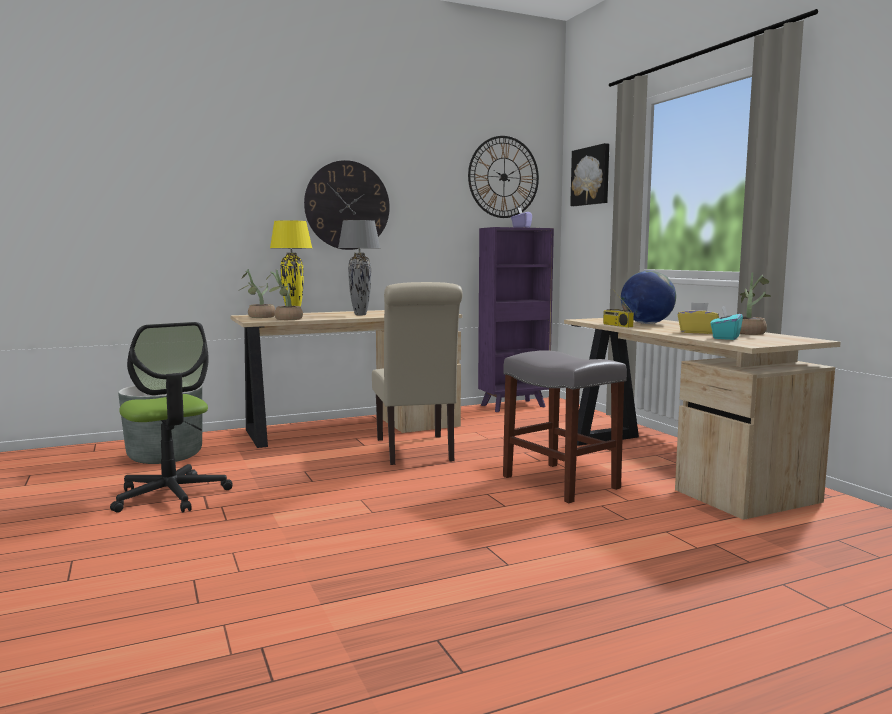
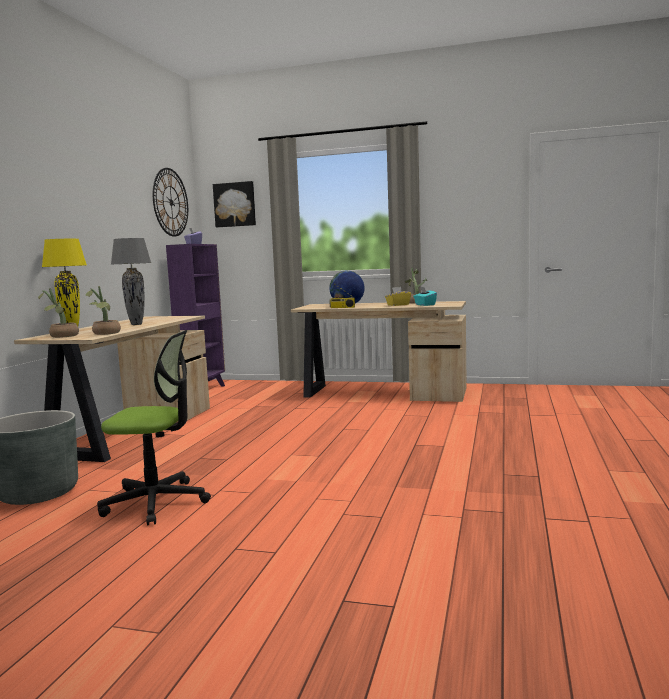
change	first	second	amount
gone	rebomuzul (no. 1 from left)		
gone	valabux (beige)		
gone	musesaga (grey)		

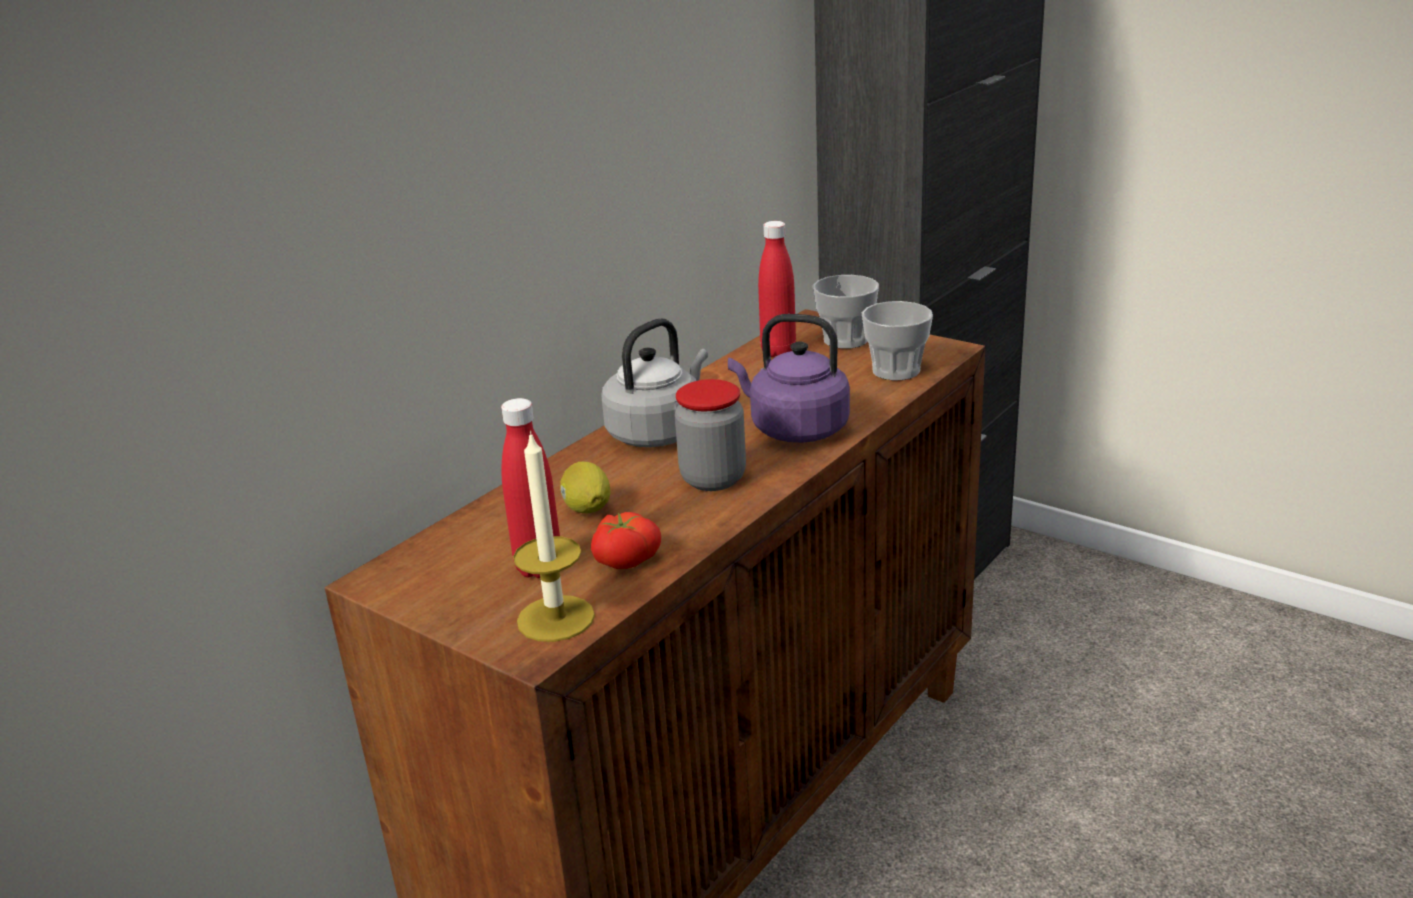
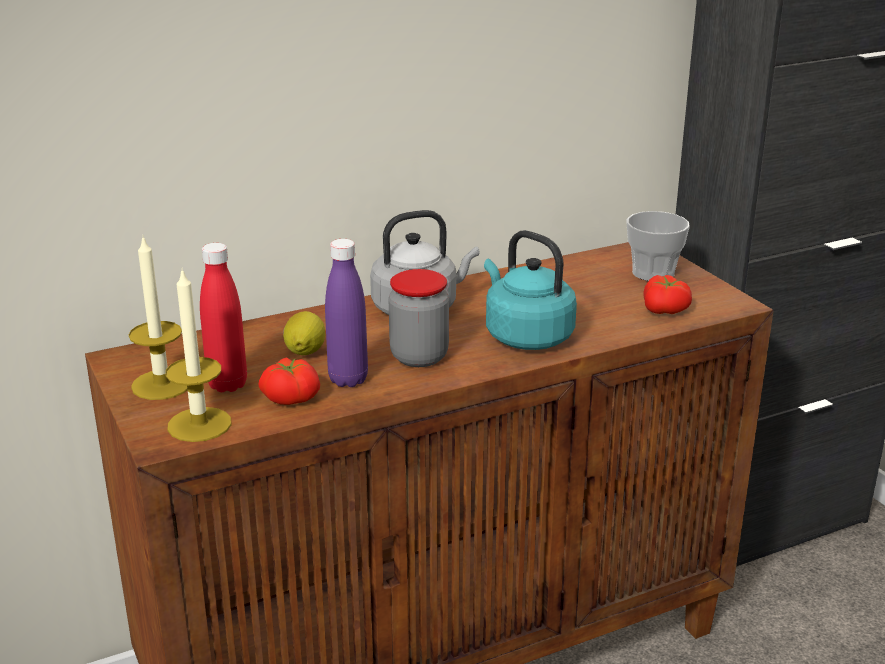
change	first	second	amount
repainted	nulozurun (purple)	nulozurun (turquoise)	
gone	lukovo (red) (no. 2 from left)		
swapped	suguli (no. 2 from left)	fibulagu (no. 2 from left)	
new		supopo (no. 1 from left)	
new		lukovo (purple)	

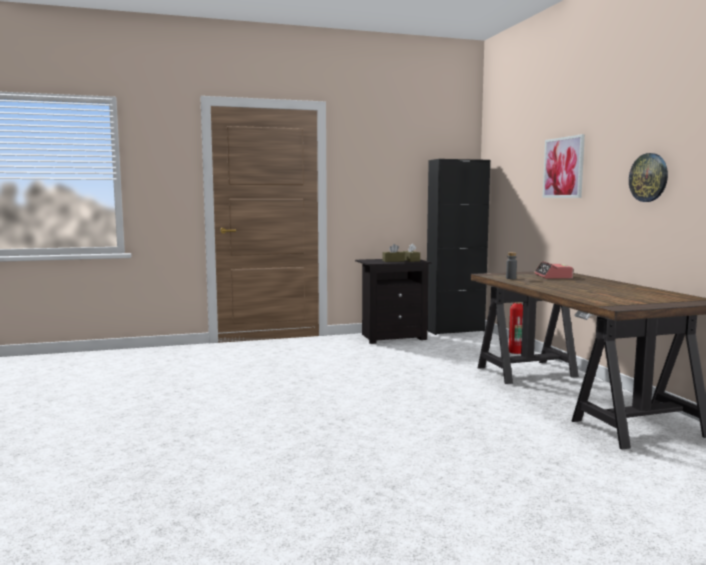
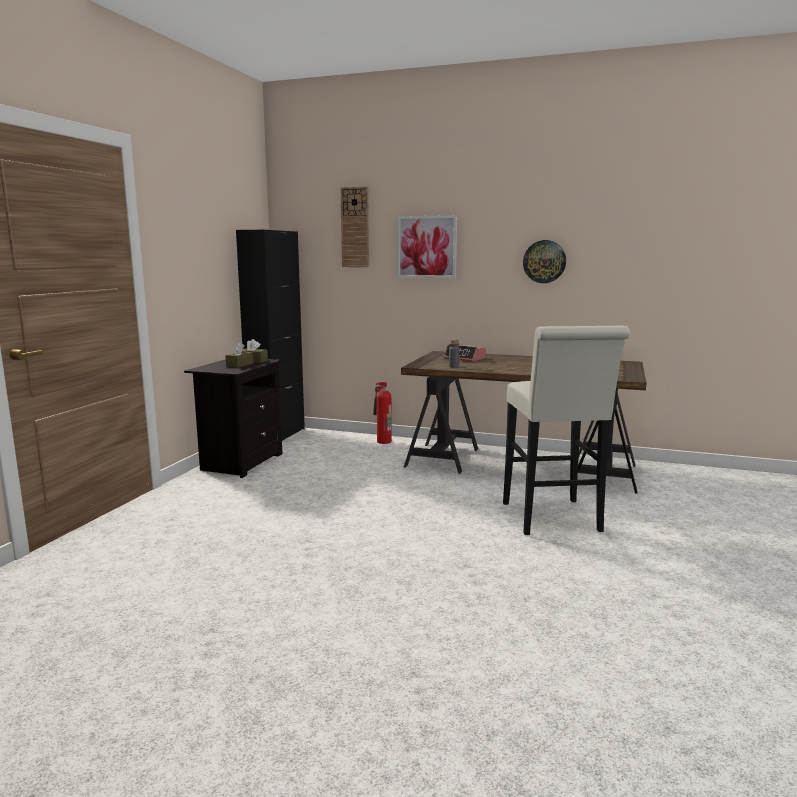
change	first	second	amount
new		rebomuzul (no. 1 from left)	
new		musesaga (white)	

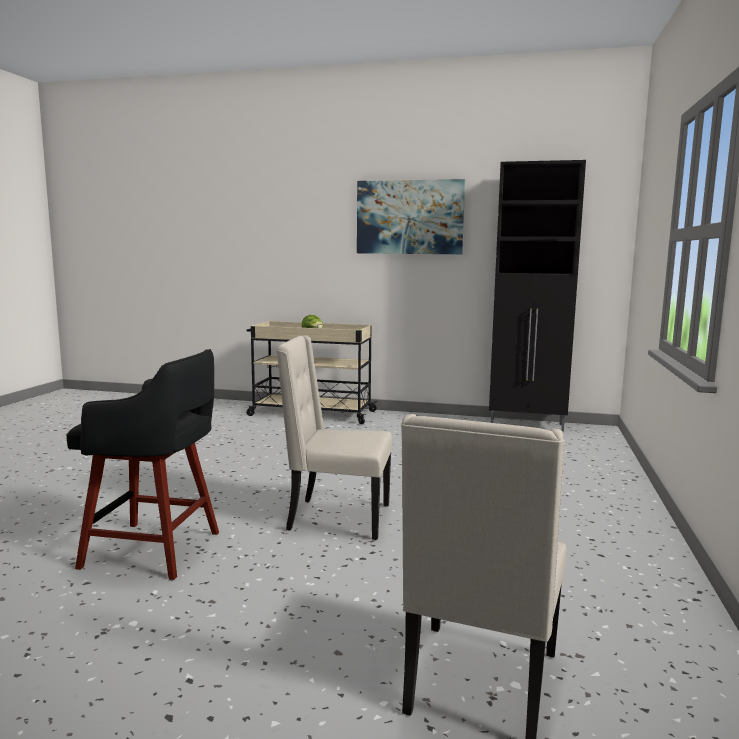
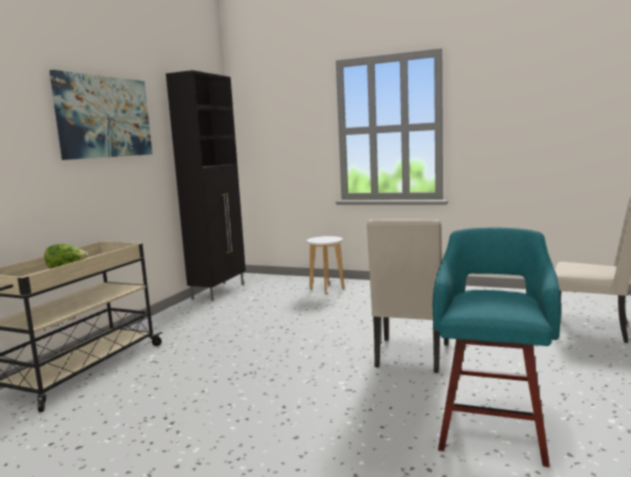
change	first	second	amount
repainted	musesaga (black)	musesaga (turquoise)	
new		musesaga (white)	

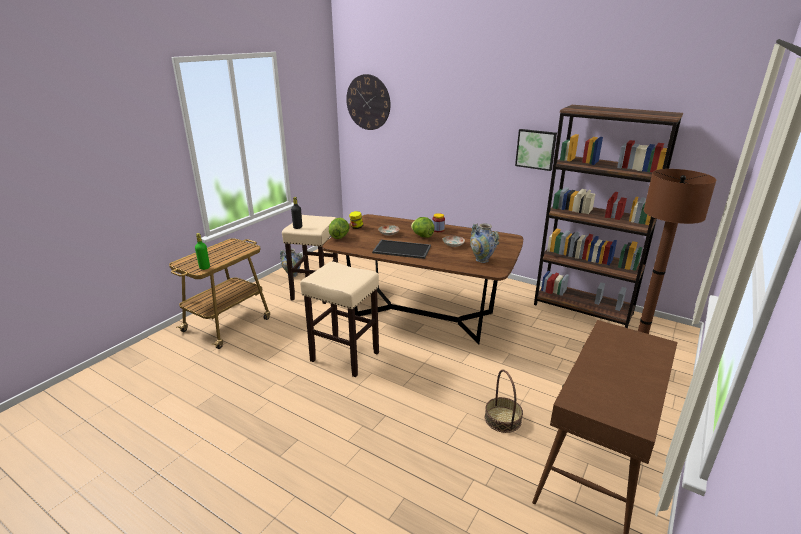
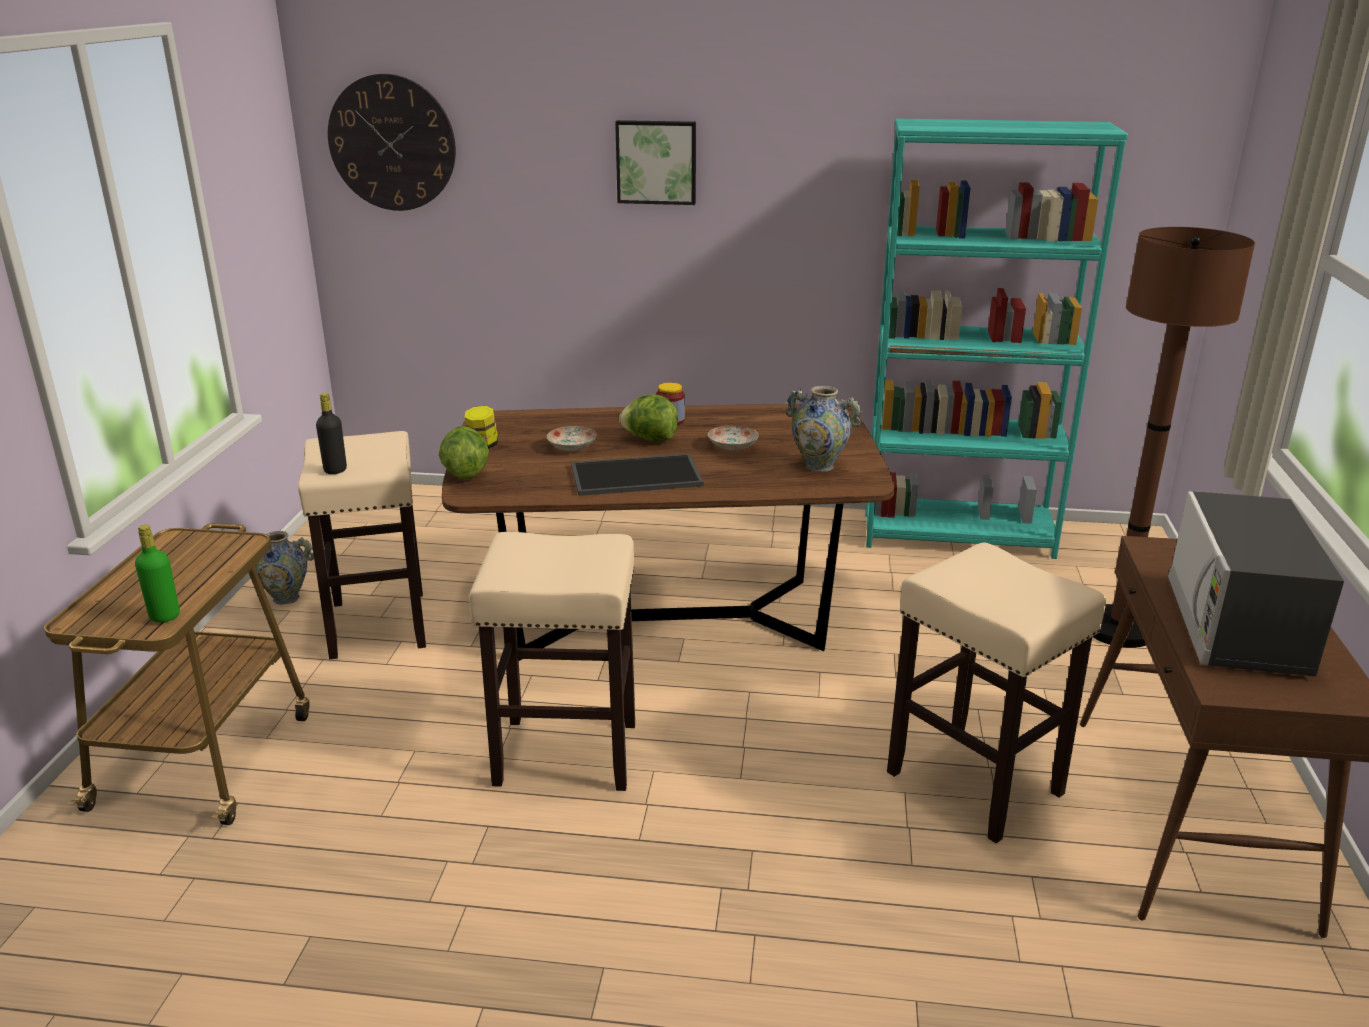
change	first	second	amount
swapped	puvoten	musesaga (beige) (no. 3 from left)	
shifted	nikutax		
repainted	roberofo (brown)	roberofo (turquoise)	
new		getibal	

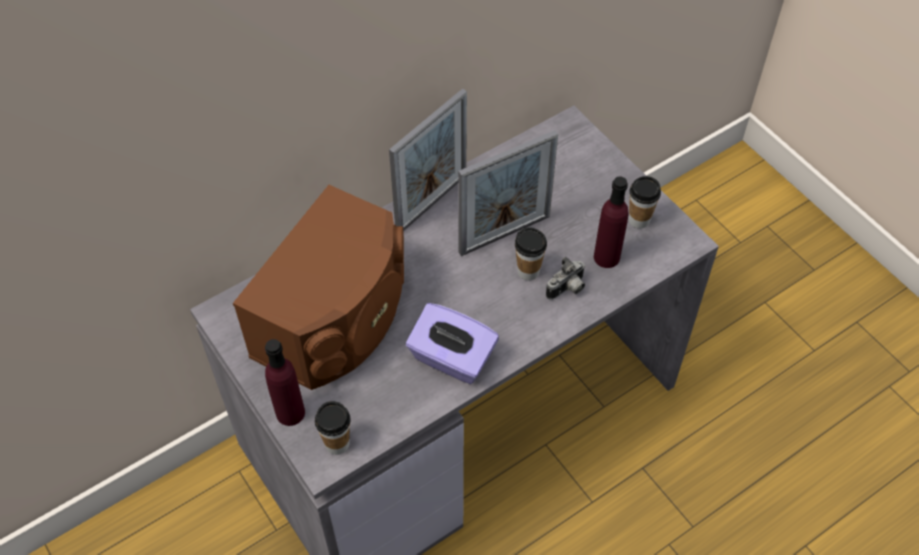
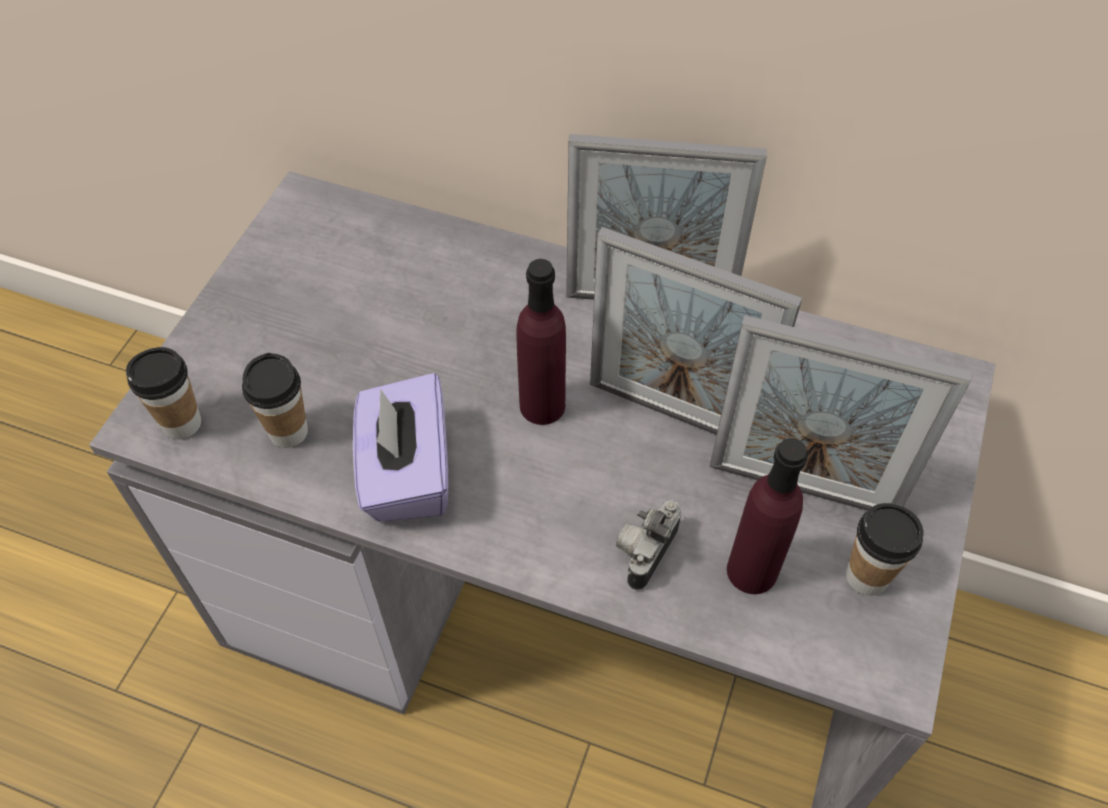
change	first	second	amount
gone	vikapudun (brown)		
shifted	lukovo (purple) (no. 1 from left)		
shifted	suguli (no. 2 from left)		
rotated	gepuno		105 degrees clockwise
new		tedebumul (no. 3 from left)	

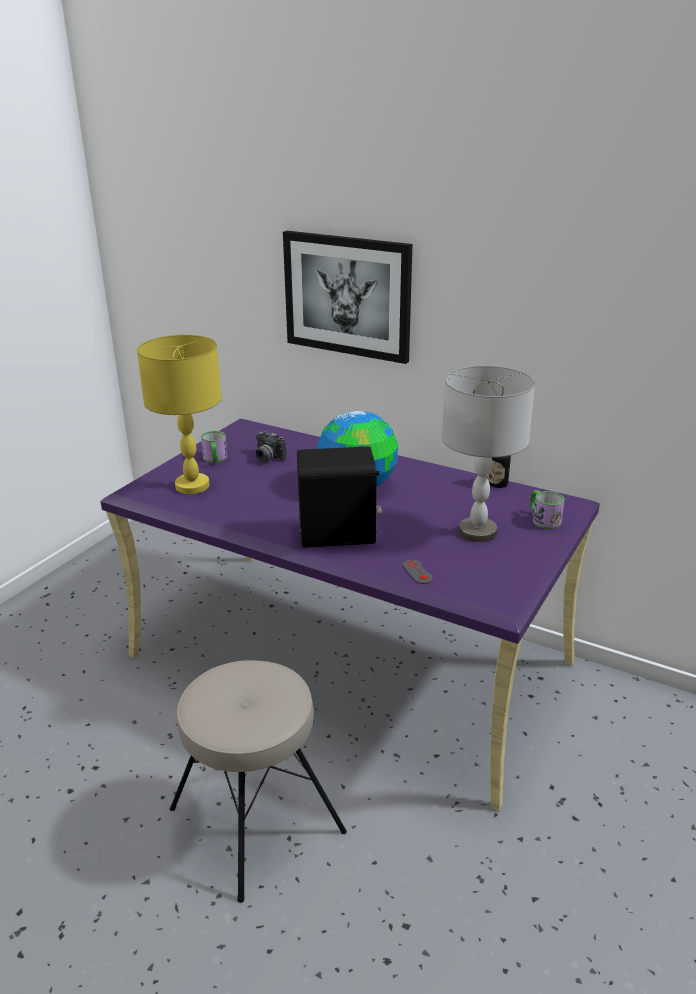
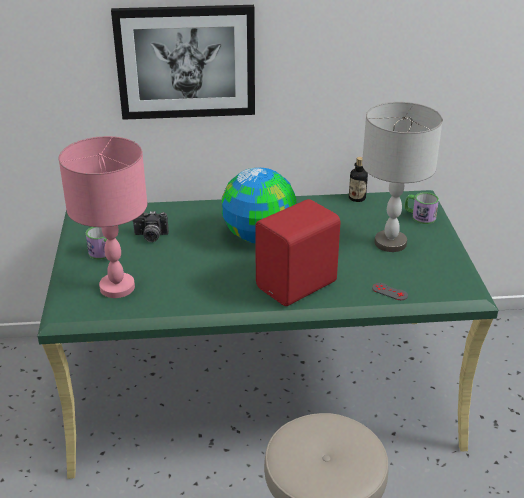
change	first	second	amount
repainted	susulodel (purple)	susulodel (green)	
repainted	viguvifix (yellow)	viguvifix (pink)	
repainted	vikapudun (black)	vikapudun (red)	

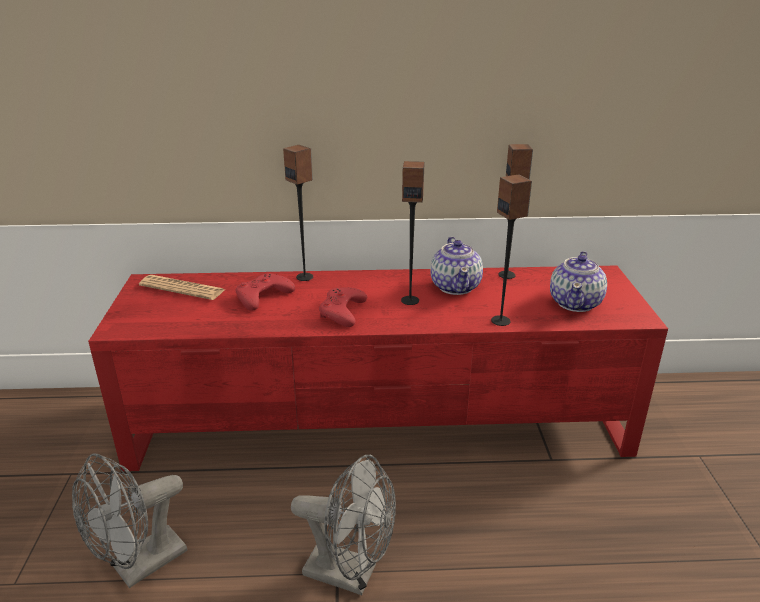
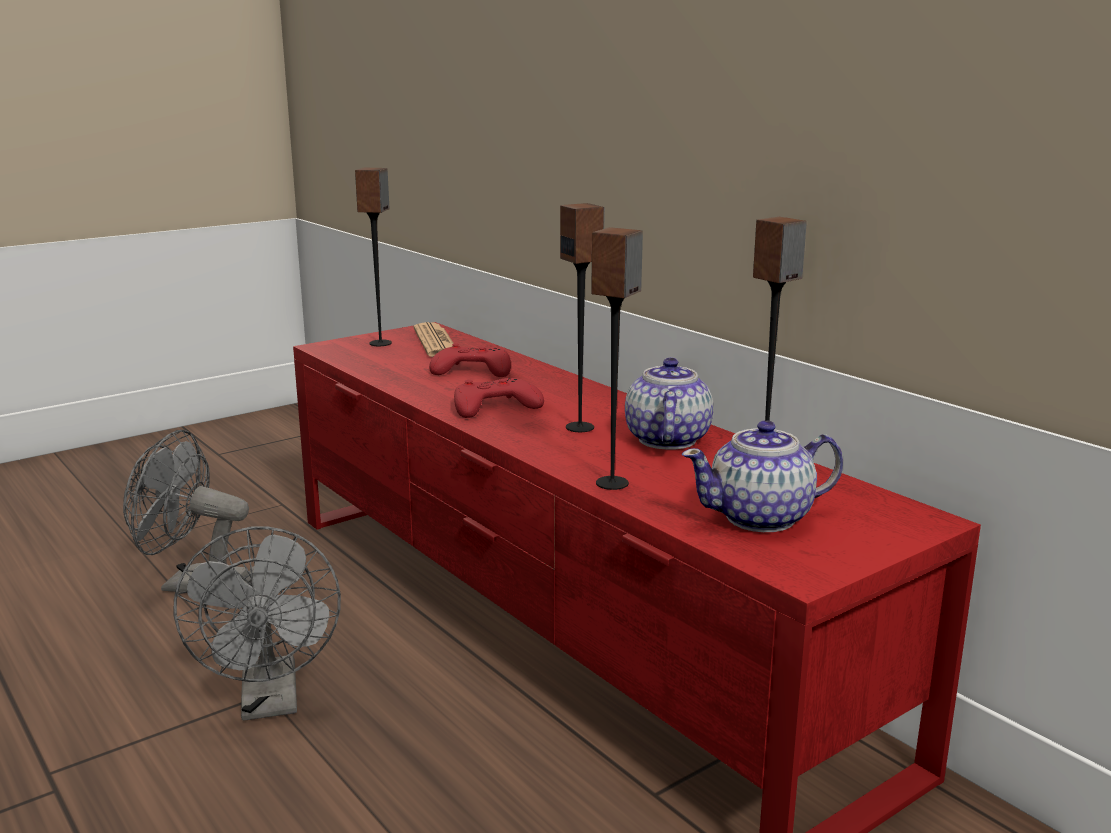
change	first	second	amount
shifted	vikapudun (no. 1 from left)		
rotated	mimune (no. 1 from left)		135 degrees clockwise

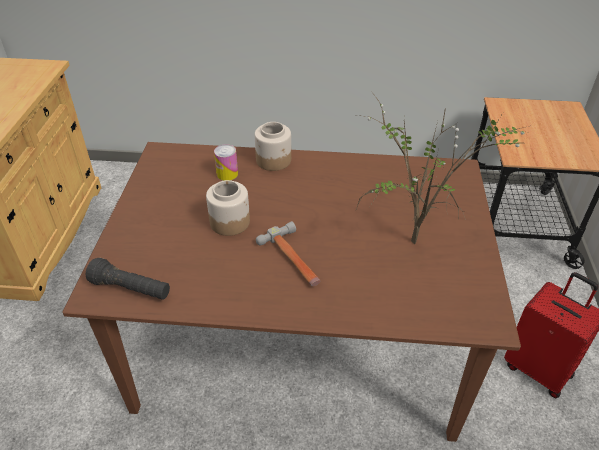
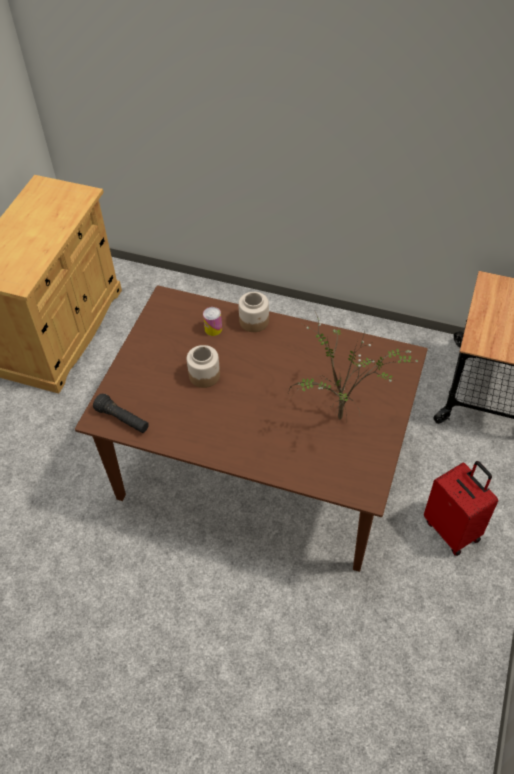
change	first	second	amount
gone	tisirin		

